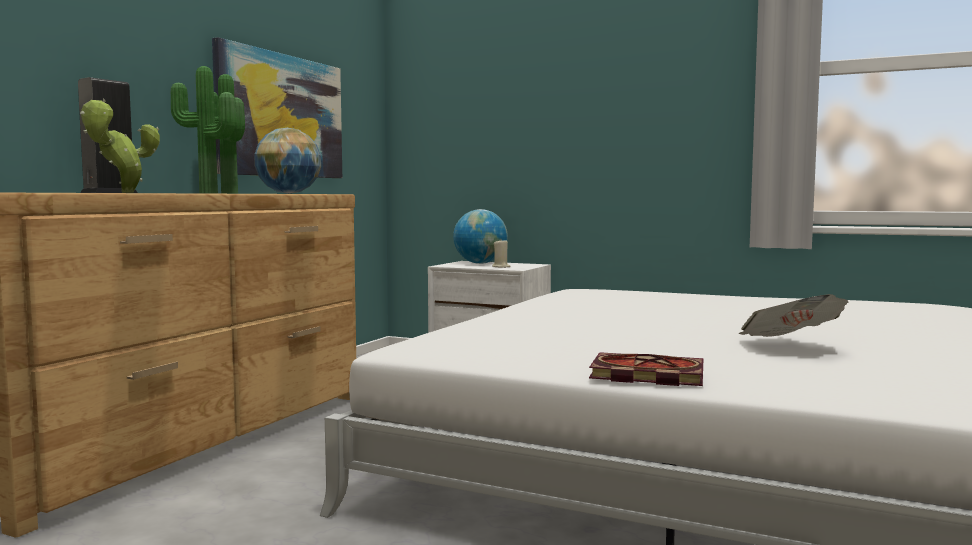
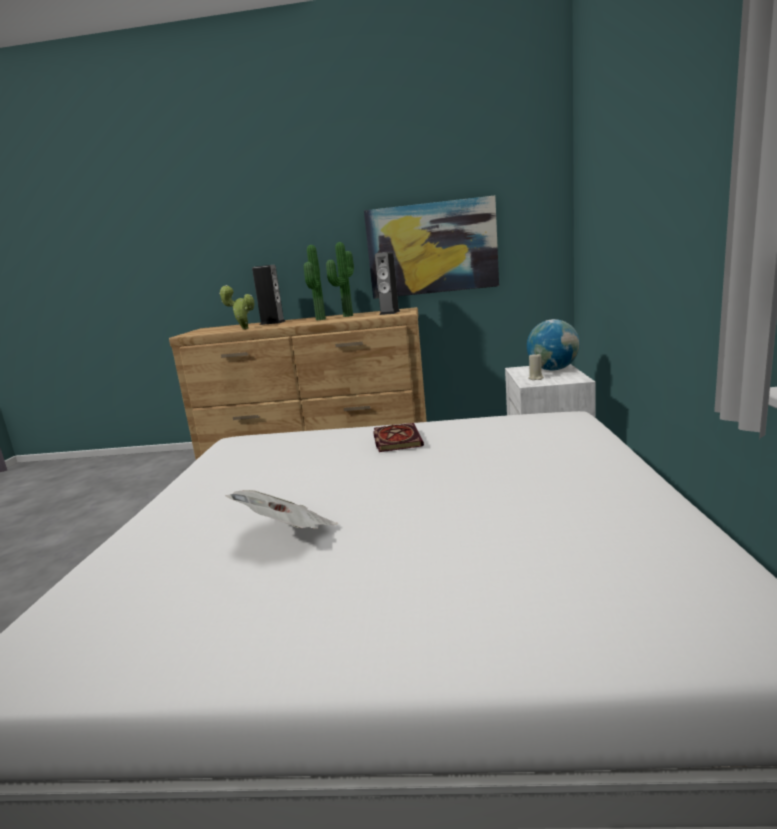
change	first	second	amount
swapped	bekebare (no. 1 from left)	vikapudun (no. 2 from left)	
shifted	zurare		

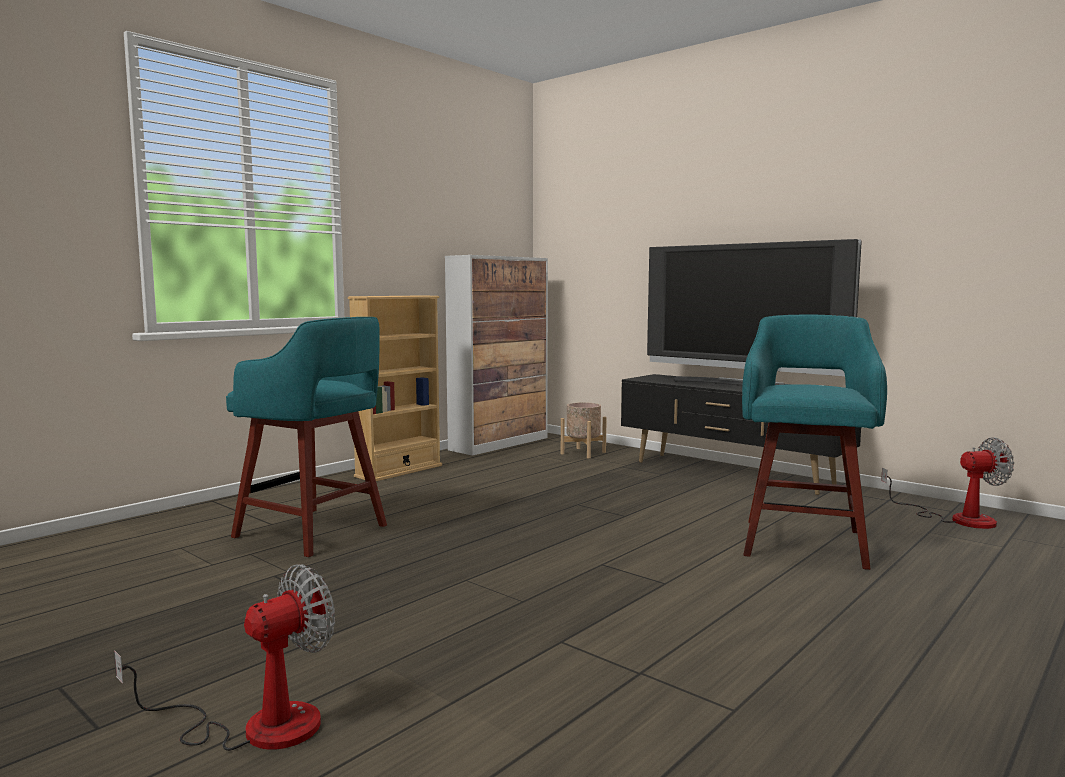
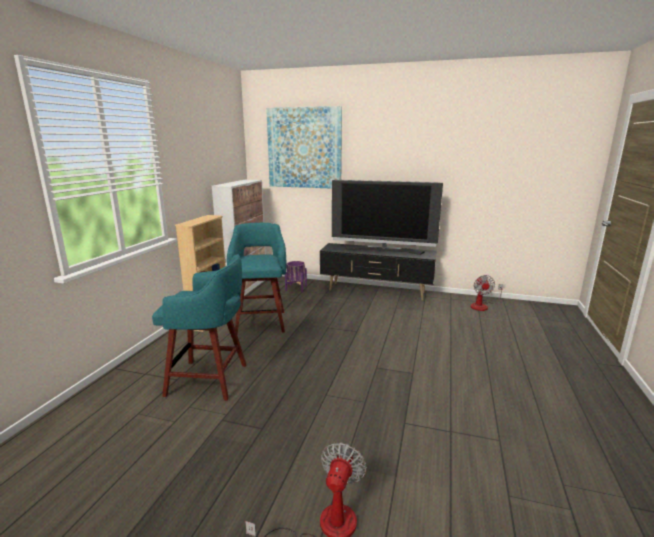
change	first	second	amount
repainted	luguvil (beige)	luguvil (purple)	
shifted	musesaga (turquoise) (no. 2 from left)		
rotated	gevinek (no. 2 from left)		120 degrees clockwise
new		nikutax	

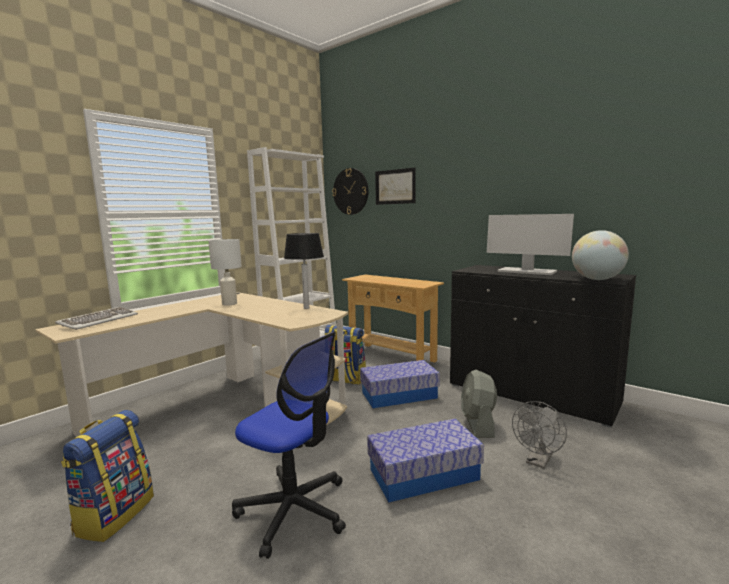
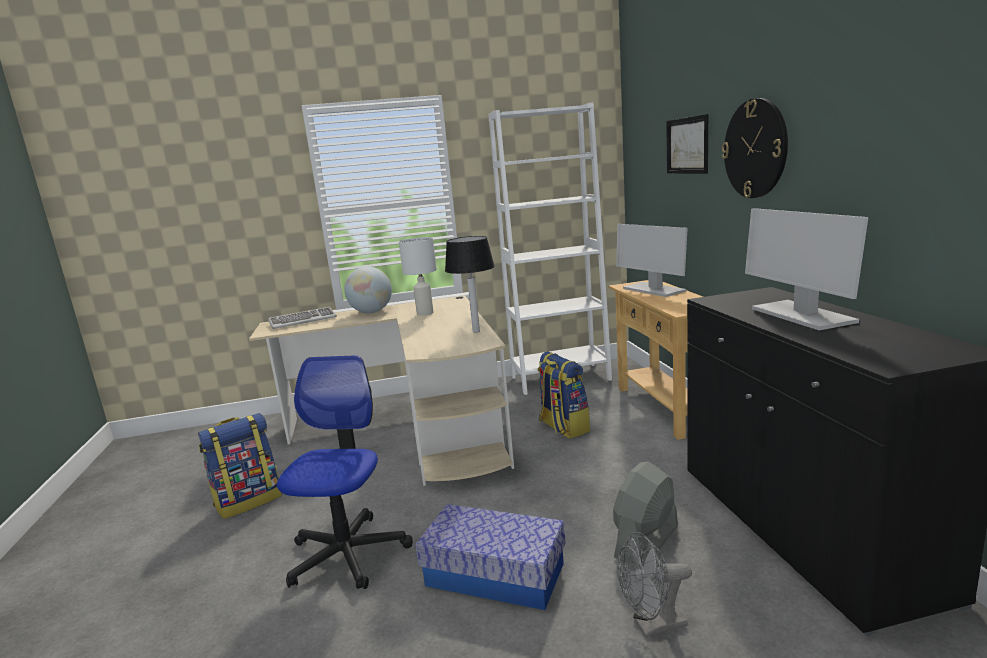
change	first	second	amount
rotated	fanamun		150 degrees counterclockwise
shifted	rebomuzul		
gone	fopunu (no. 1 from left)		
shifted	bekebare		
new		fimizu (no. 1 from left)	

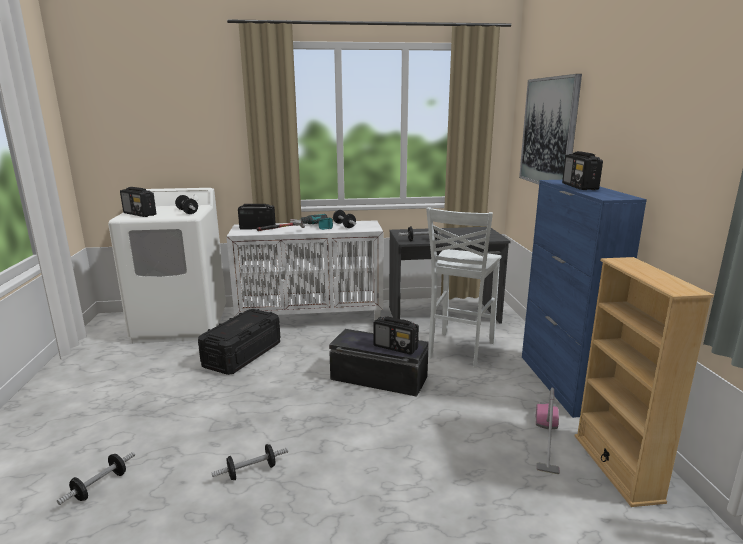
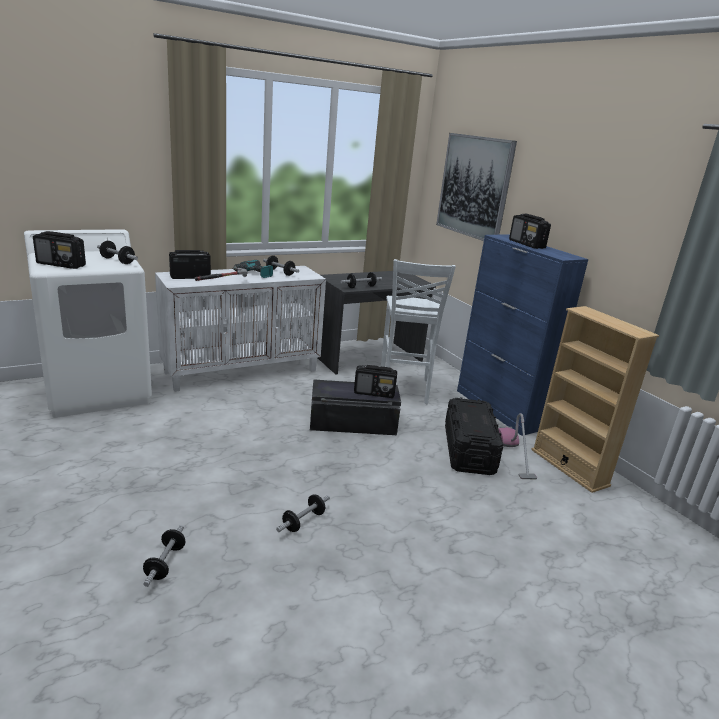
change	first	second	amount
shifted	fopunu (black) (no. 1 from left in the first image)	fopunu (black) (no. 2 from left)	

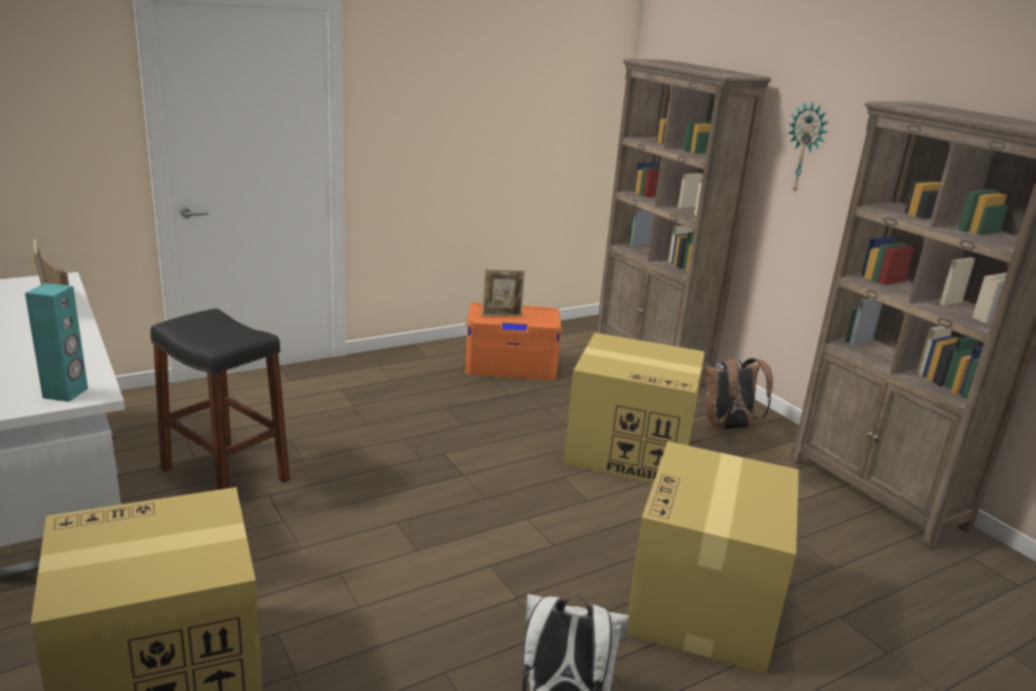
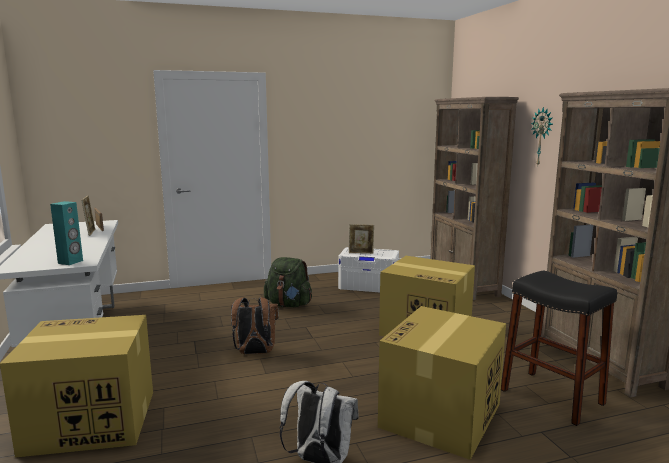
change	first	second	amount
shifted	musesaga (black)		
repainted	fopunu (orange)	fopunu (white)	
shifted	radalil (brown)		
new		radalil (green)	

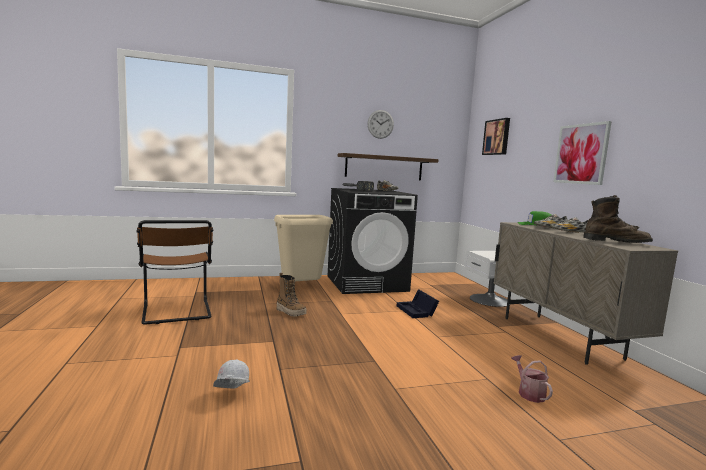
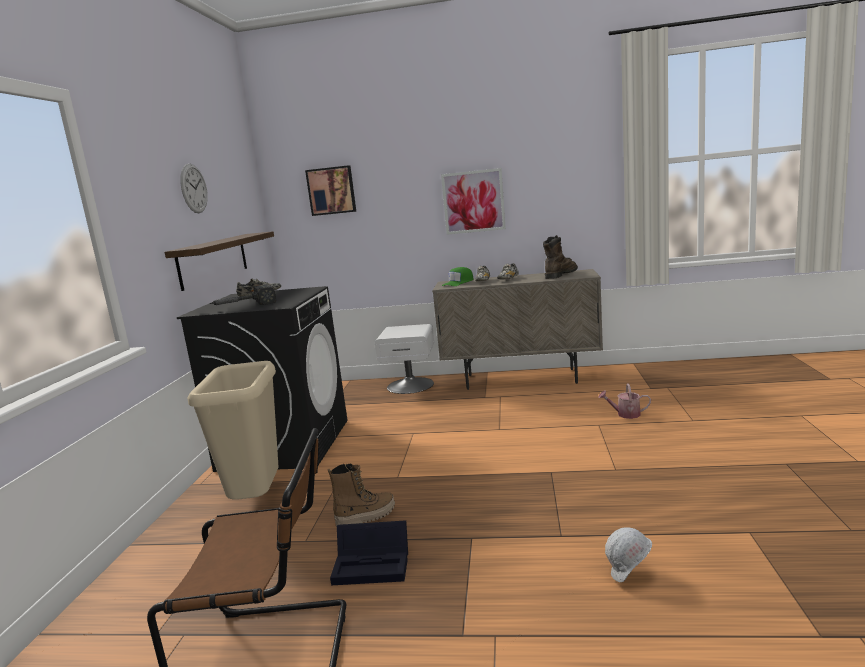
change	first	second	amount
shifted	fopunu (black)		

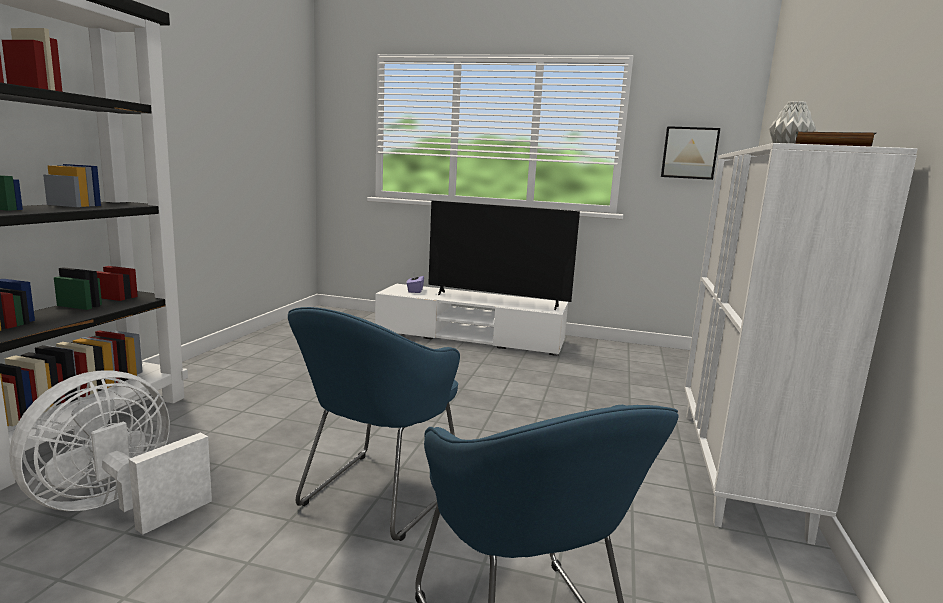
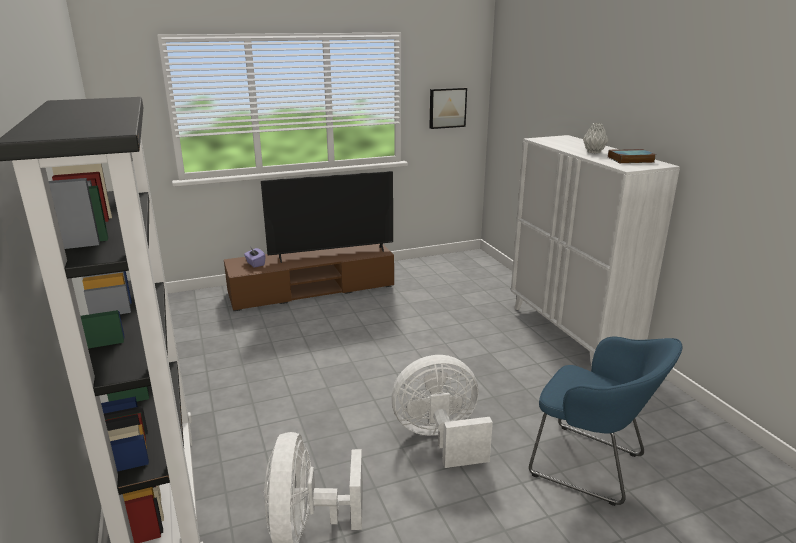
change	first	second	amount
swapped	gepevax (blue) (no. 1 from left)	gevinek (white) (no. 2 from left)	
repainted	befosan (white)	befosan (brown)	

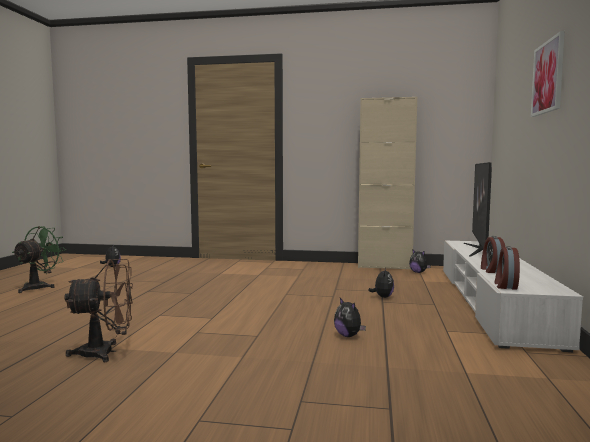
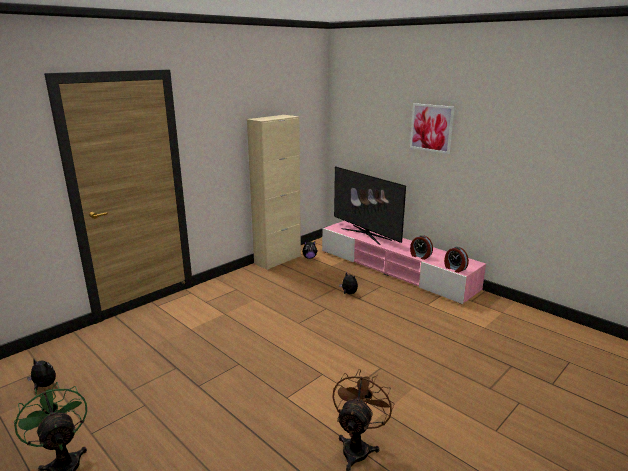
change	first	second	amount
gone	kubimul (no. 2 from left)		
repainted	befosan (white)	befosan (pink)	

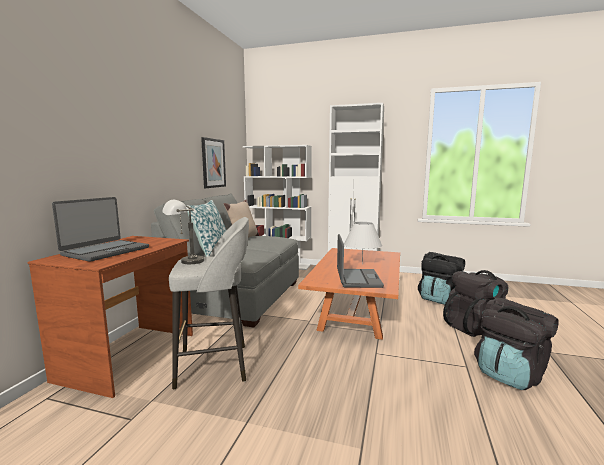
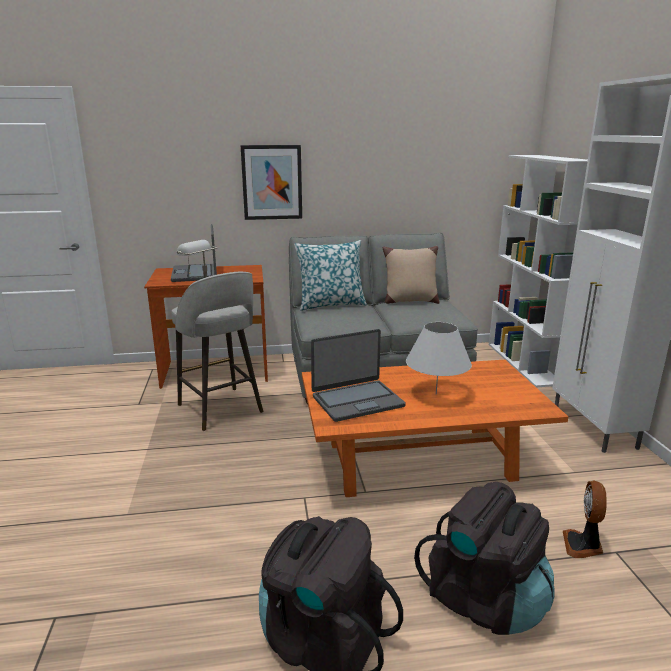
change	first	second	amount
rotated	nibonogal (no. 1 from left)		75 degrees clockwise
shifted	nikutax		
swapped	radalil (black) (no. 1 from left)	gevinek	

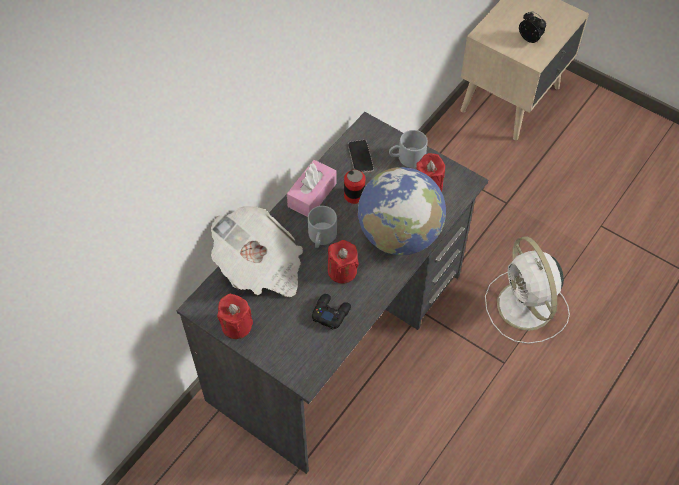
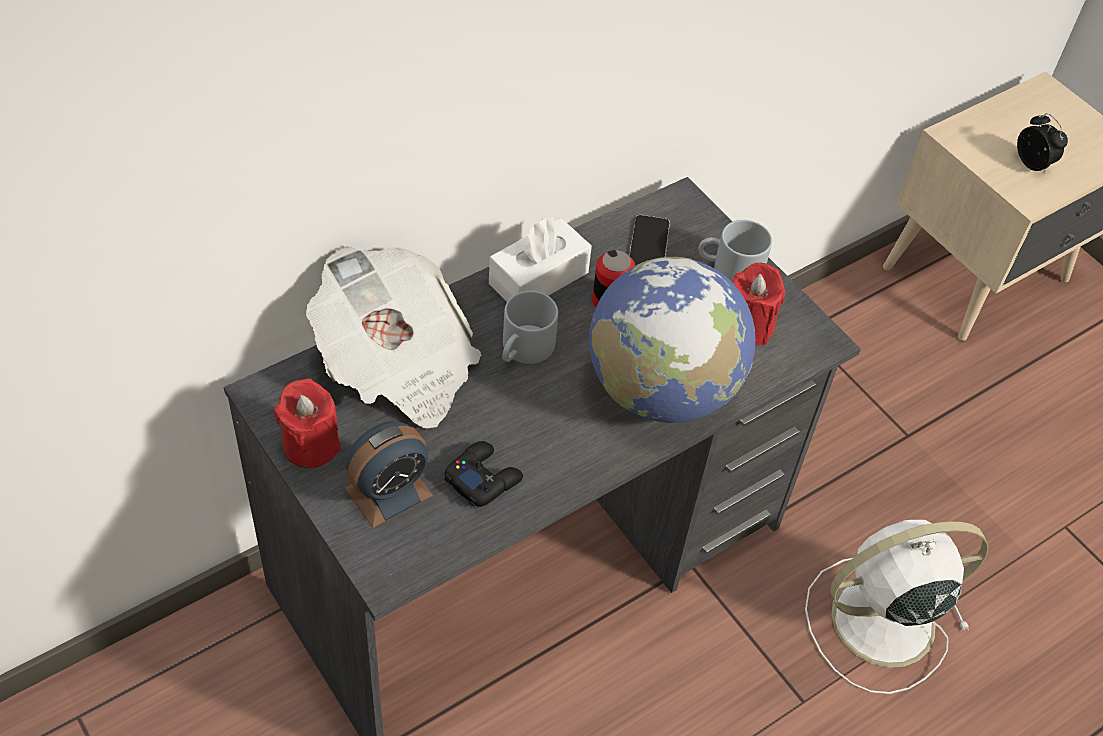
change	first	second	amount
repainted	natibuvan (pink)	natibuvan (white)	
gone	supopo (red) (no. 2 from left)		
rotated	gevinek (white)		75 degrees clockwise
new		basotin (no. 1 from left)	

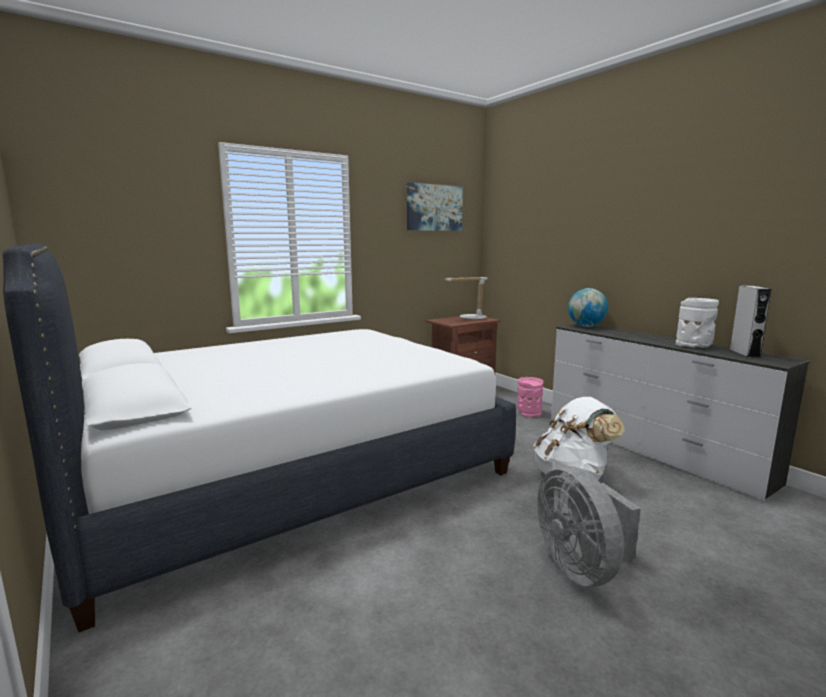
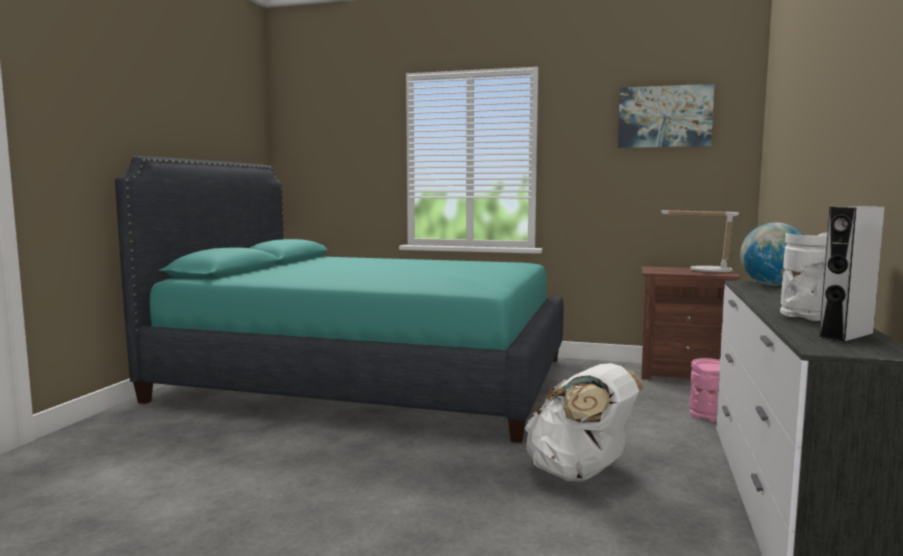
change	first	second	amount
repainted	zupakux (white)	zupakux (turquoise)	
gone	gevinek (grey)		

